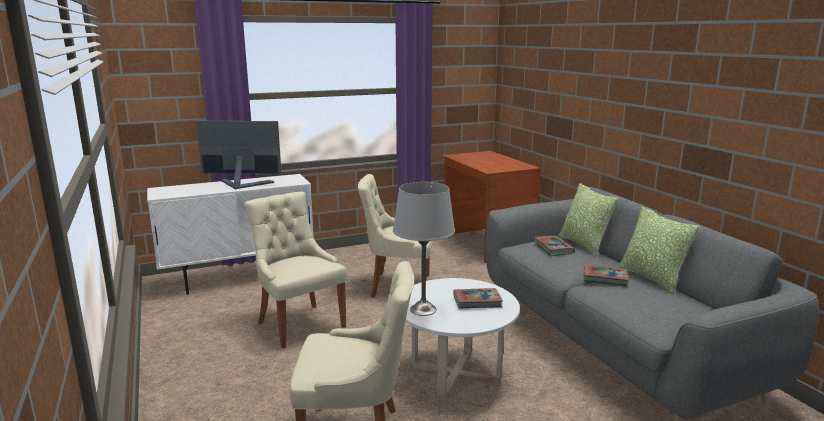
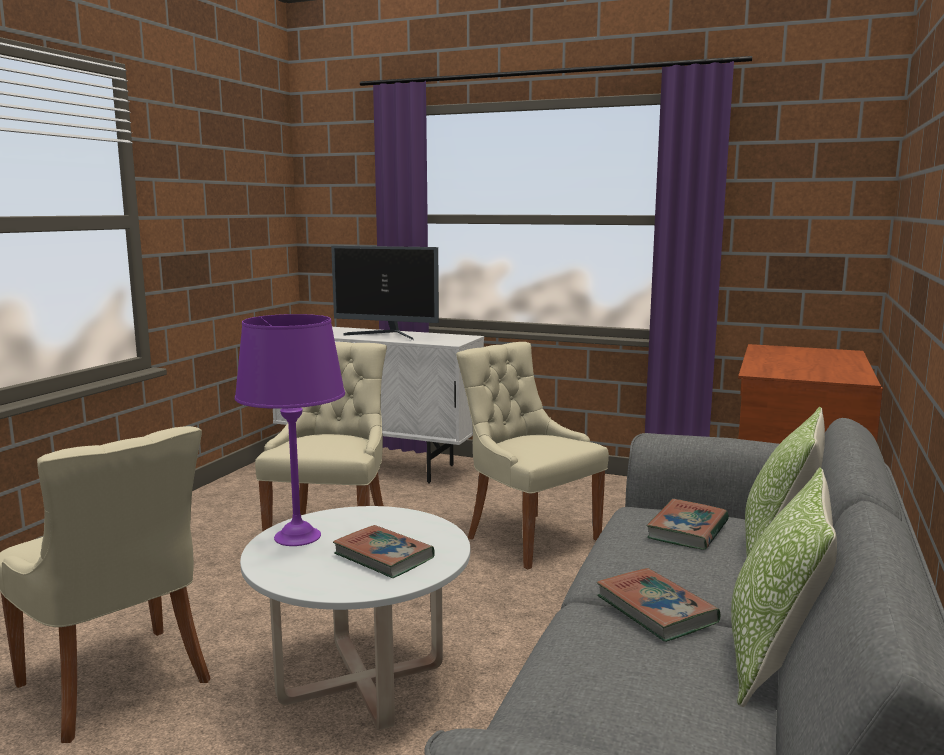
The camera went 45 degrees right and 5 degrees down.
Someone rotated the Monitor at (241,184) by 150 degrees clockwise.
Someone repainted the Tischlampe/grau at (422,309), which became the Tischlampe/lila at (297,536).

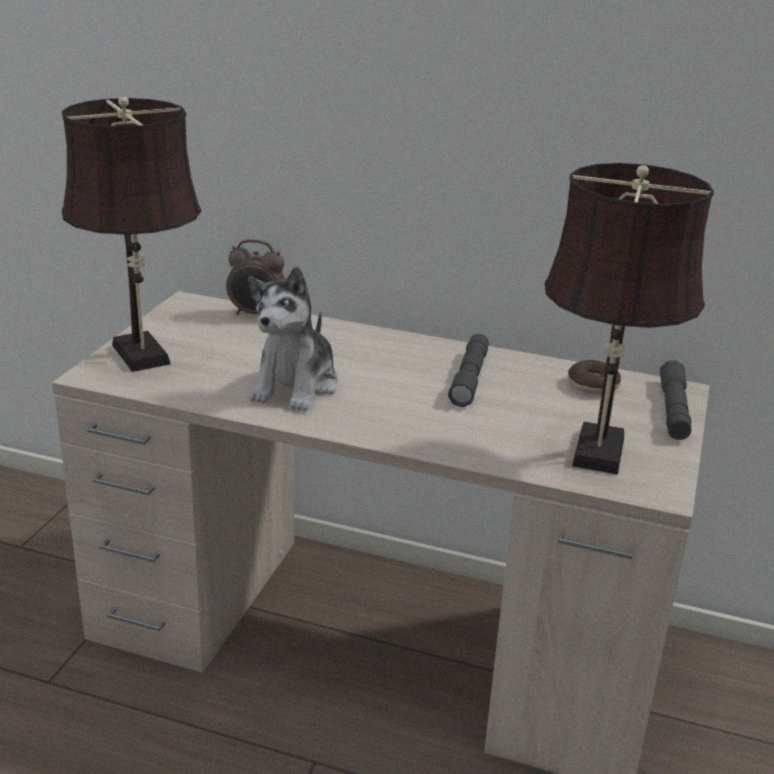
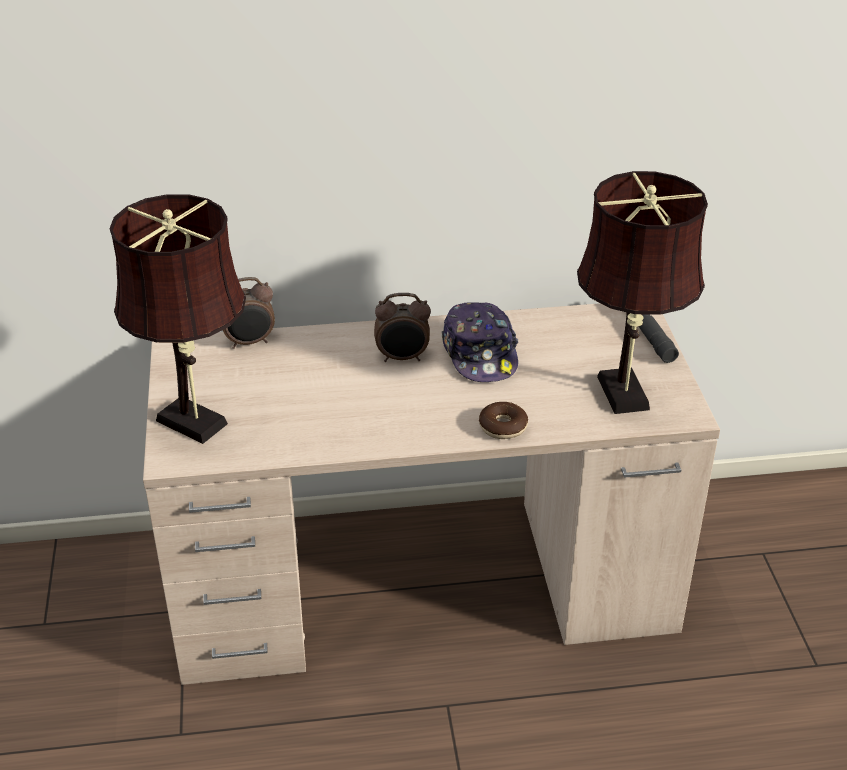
The camera went 25 degrees left and 10 degrees up.
Someone took away the Plüschtier at (296,386).
Someone swapped the Taschenlampe/grau at (469,378) for the Kappe at (480,354).
Someone carried the Donut from (593,385) to (503,427).
Someone put down the Wecker at (402,358).

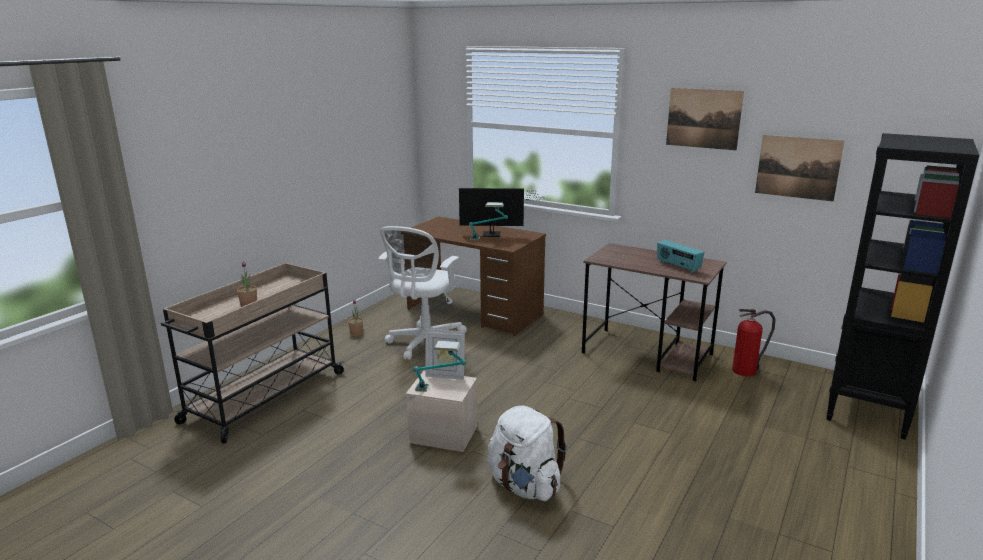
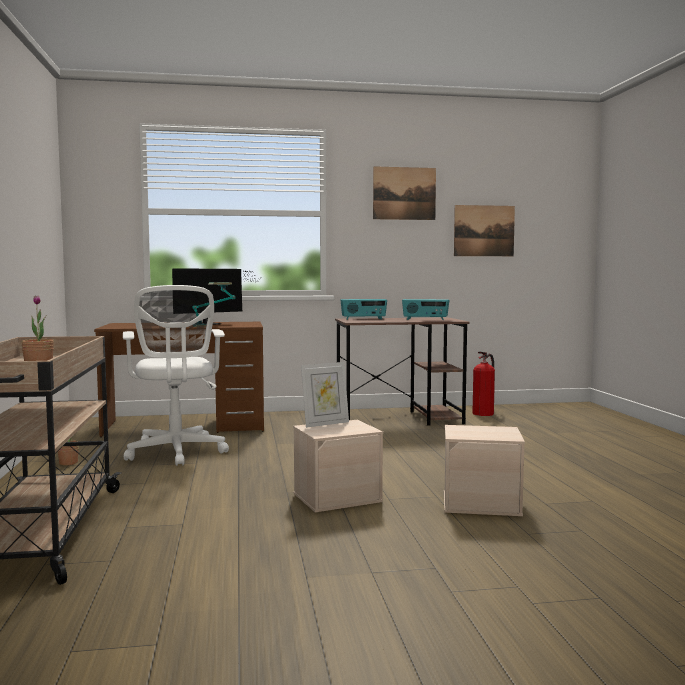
The camera went 40 degrees left and 15 degrees down.
Someone took away the Bücherregal/schwarz at (867,409).
Someone took away the Tischlampe at (440,389).
Someone swapped the Rucksack/weiß at (525,486) for the Aufbewahrungsbox/beige at (482,503).
Someone put down the Radio at (363,319).

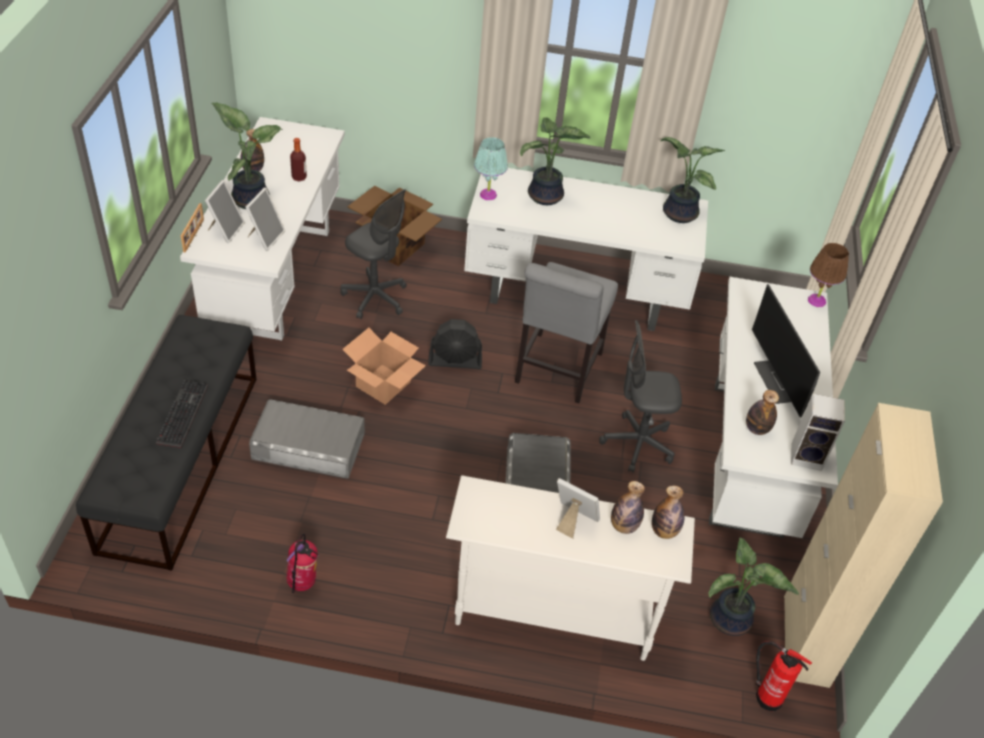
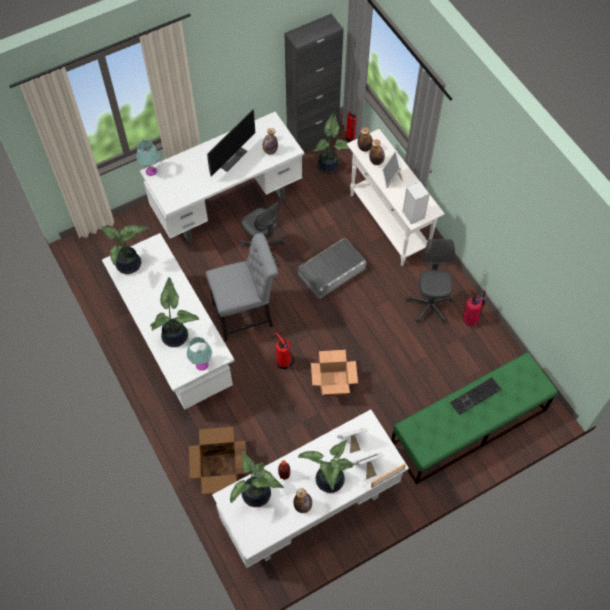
The camera went 125 degrees left and 15 degrees up.
Someone carried the Bürostuhl/grau from (375,298) to (429,305).
Someone repainted the Tischlampe/braun at (816,301), which became the Tischlampe/türkis at (151,171).
Someone repainted the Bank/schwarz at (181,460), which became the Bank/grün at (468,427).
Someone swapped the Ventilator/schwarz at (455,361) for the Feuerlöscher at (284,364).
Someone carried the Lautsprecher from (808,456) to (412,214).
Someone took away the Aufbewahrungsbox/grau at (308,445).
Someone repainted the Schrank/beige at (806,640), which became the Schrank/schwarz at (312,139).
Someone put down the Topfpflanze at (257,496).

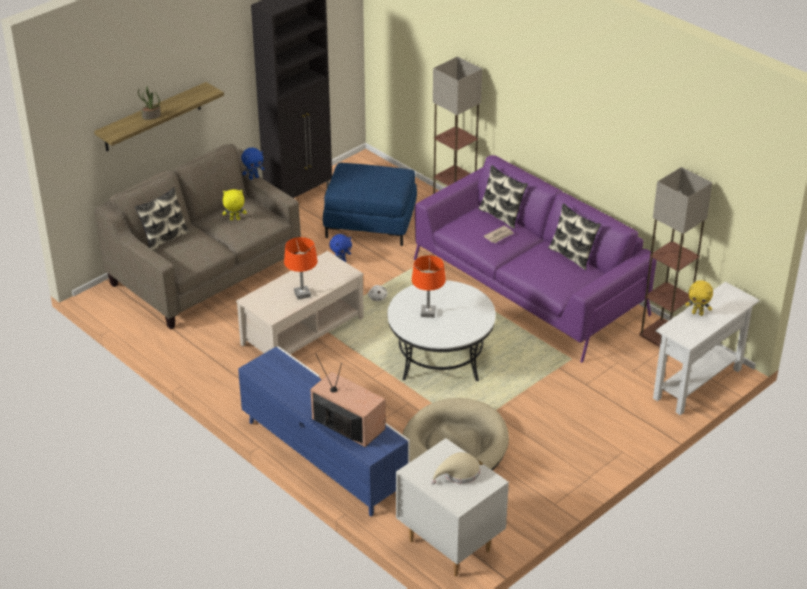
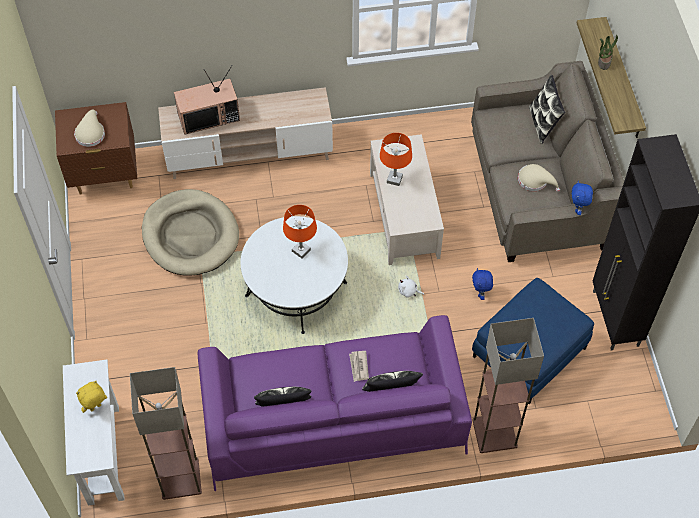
The camera went 125 degrees right and 20 degrees up.
Someone swapped the Plüschtier/gelb at (234,219) for the Hut/beige at (535,181).
Someone repainted the Fernsehschrank/blau at (324,457), which became the Fernsehschrank/beige at (249,154).
Someone repainted the Nachttisch/weiß at (450,545), which became the Nachttisch/braun at (105,176).

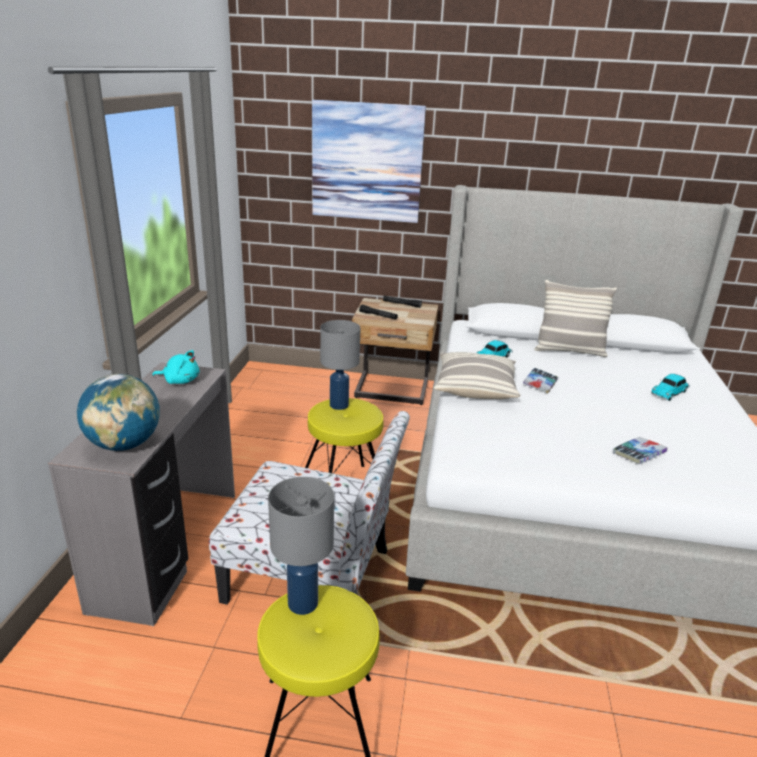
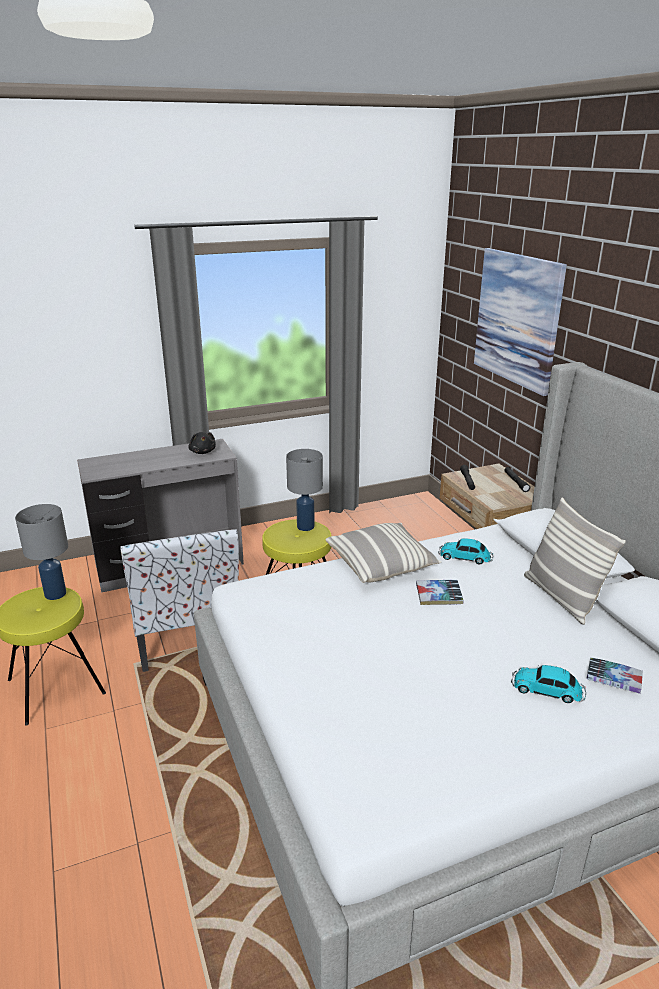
The camera went 60 degrees right and 0 degrees up.
Someone repainted the Plüschtier/türkis at (180,381), which became the Plüschtier/schwarz at (202,452).
Someone took away the Globus at (124,445).
Someone carried the Buch from (638,454) to (613,679).

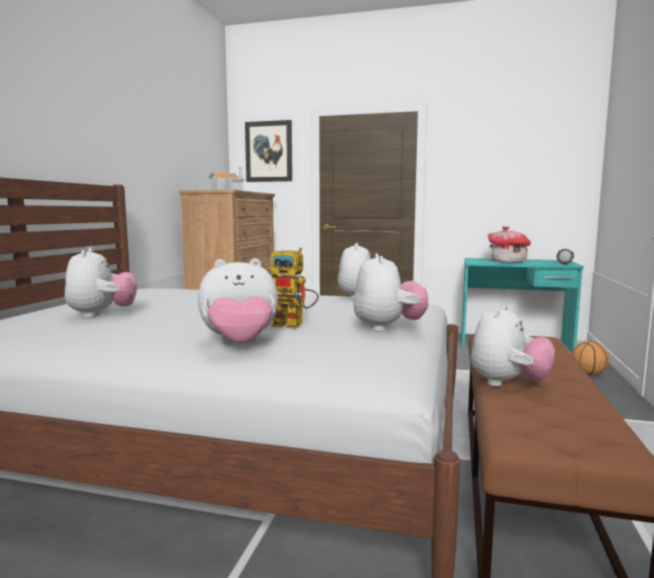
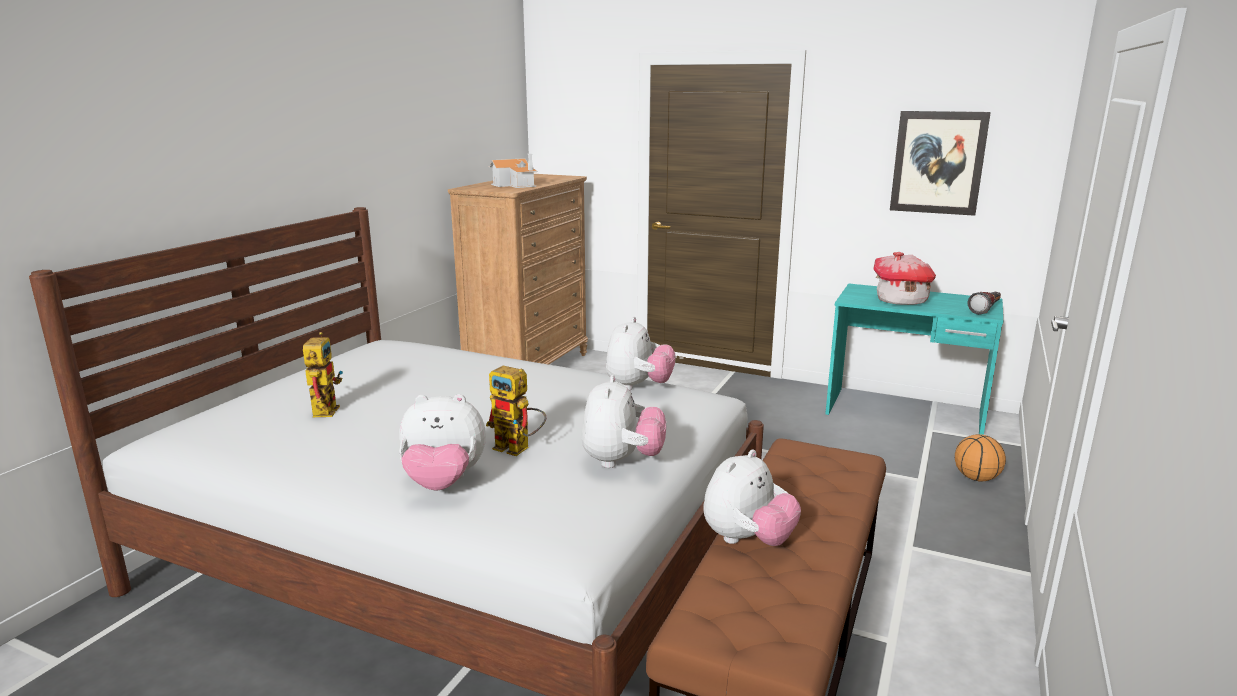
The camera went 10 degrees right and 10 degrees up.
Someone carried the Bild from (269,151) to (938,162).
Someone swapped the Plüschtier at (102,315) for the Spielzeugroboter at (325,409).

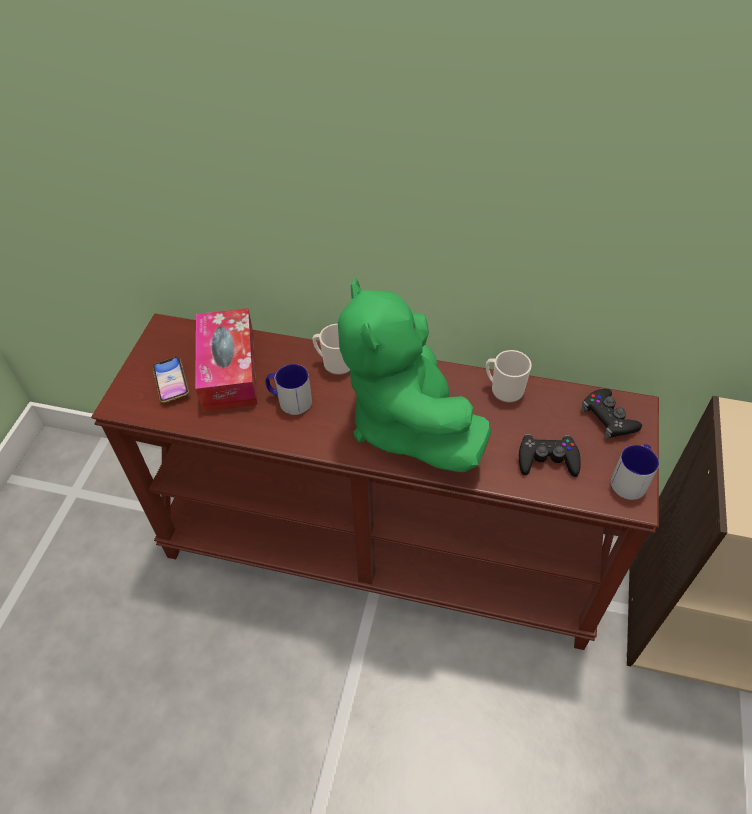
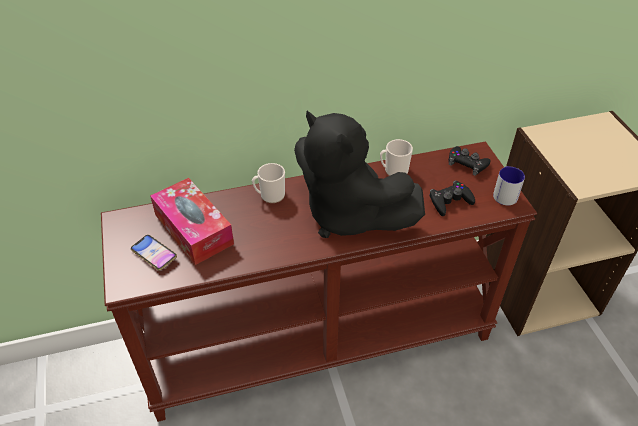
The camera went 30 degrees left and 5 degrees down.
Someone repainted the Plüschtier/grün at (407,423), which became the Plüschtier/schwarz at (347,214).
Someone took away the Henkelbecher at (289,400).

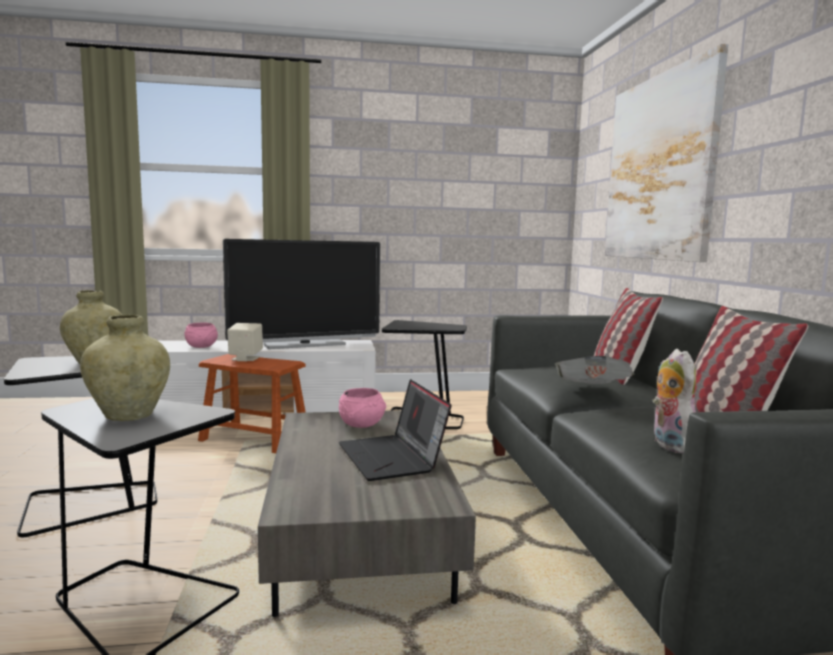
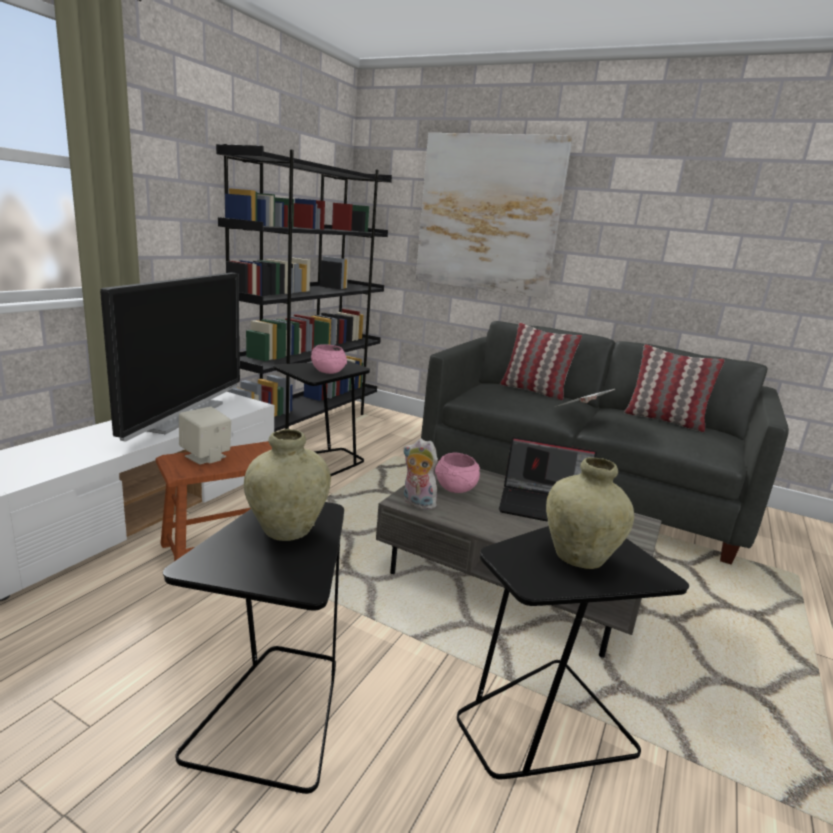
The camera went 55 degrees left and 10 degrees up.
Someone carried the Schüssel/rosa from (202,346) to (328,371).
Someone carried the Plüschtier from (669,444) to (417,503).
Someone put down the Bücherregal/schwarz at (308,423).

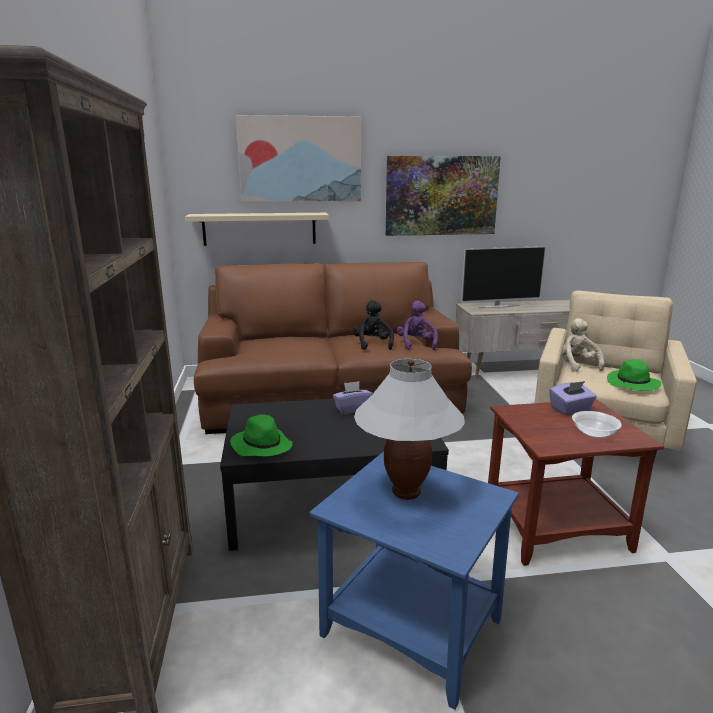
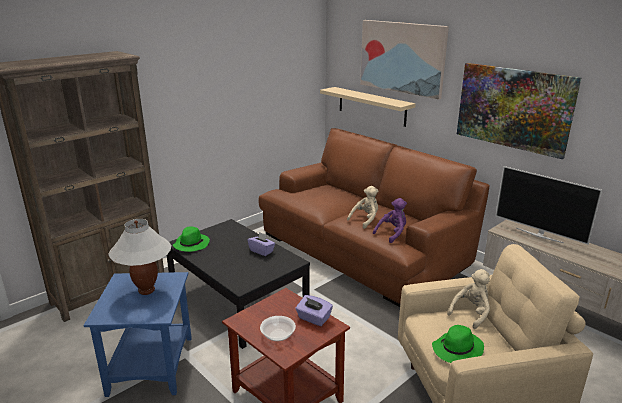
The camera went 55 degrees right and 5 degrees up.
Someone repainted the Plüschtier/schwarz at (372,344), which became the Plüschtier/beige at (365,220).

